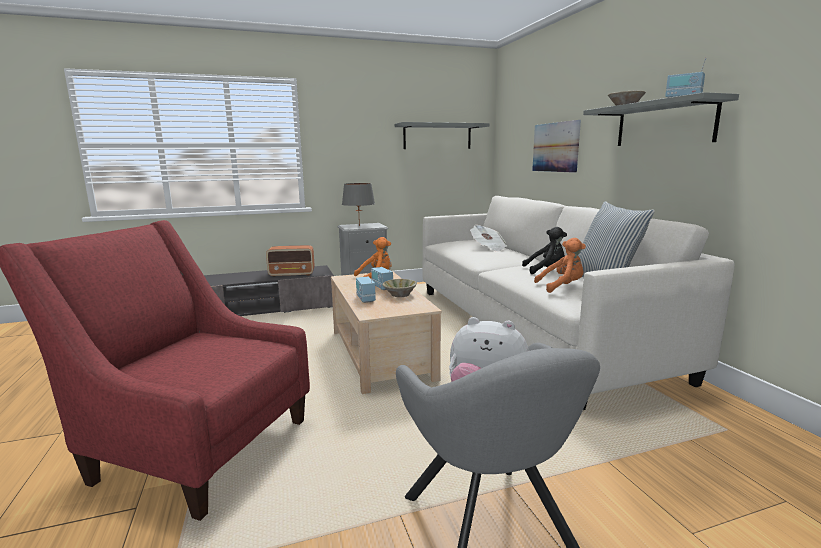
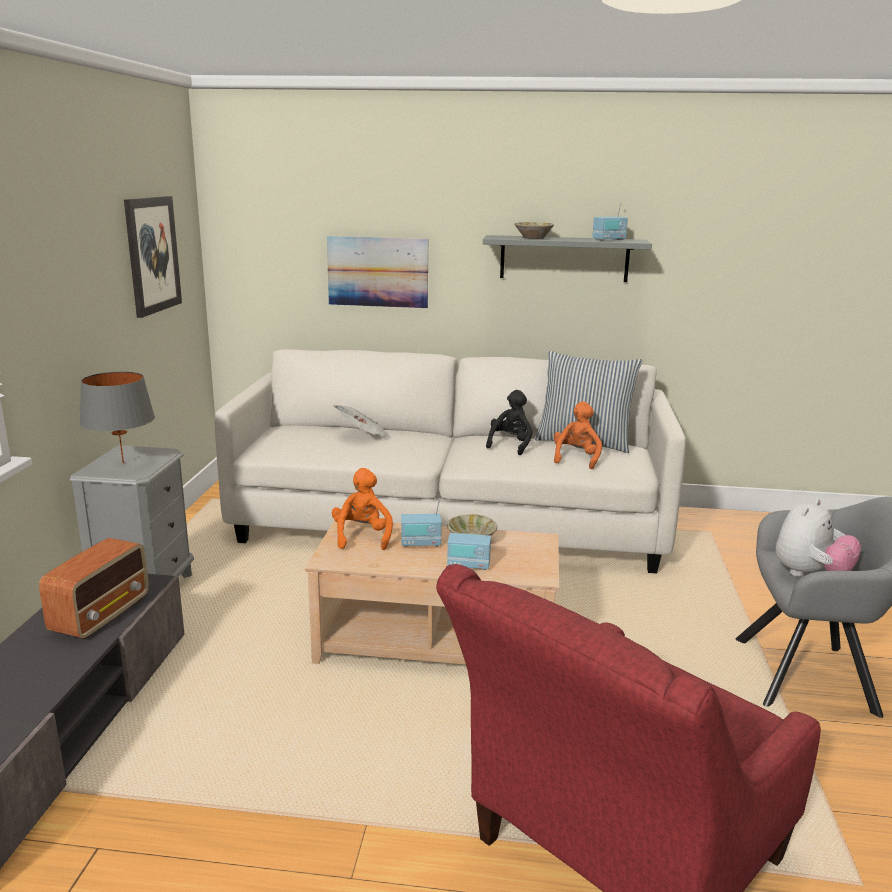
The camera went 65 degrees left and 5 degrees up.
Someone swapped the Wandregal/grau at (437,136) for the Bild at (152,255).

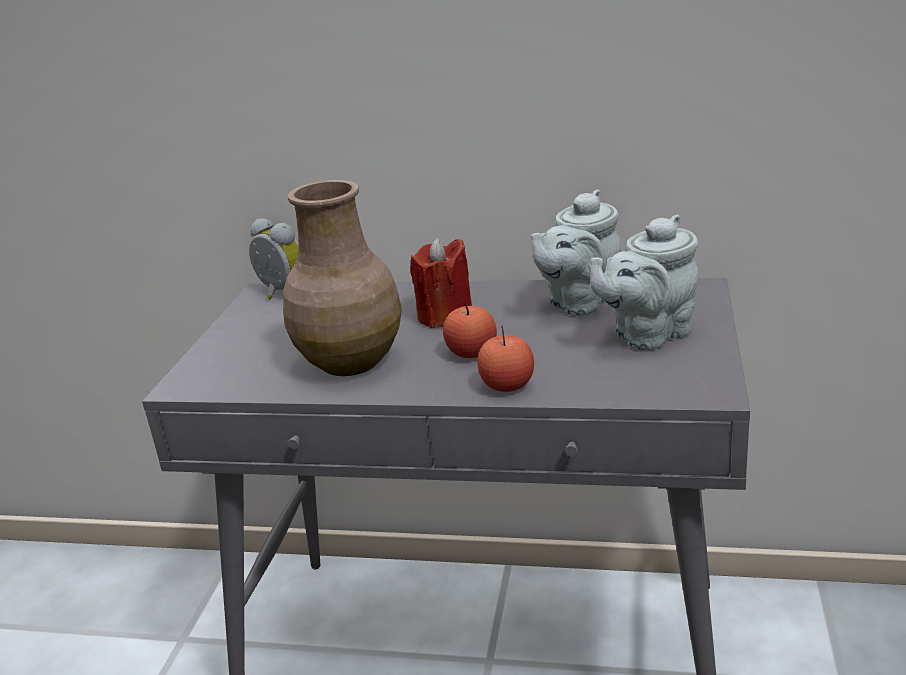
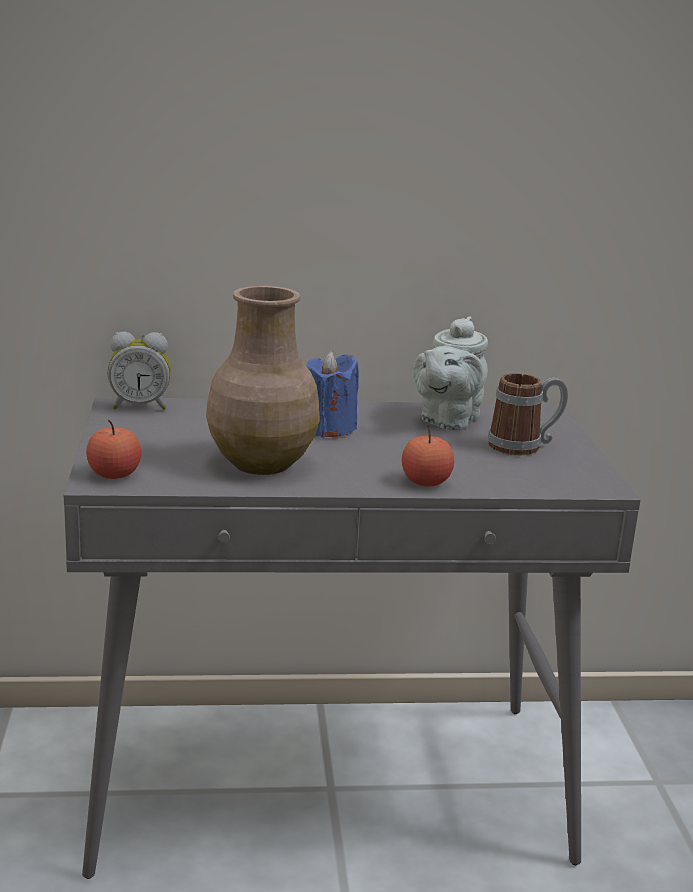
The camera went 20 degrees left and 5 degrees down.
Someone swapped the Teekanne/grau at (647,335) for the Henkelbecher at (524,446).
Someone rotated the Wecker at (281,293) by 150 degrees clockwise.
Someone repainted the Kerze/rot at (445,316), which became the Kerze/blau at (327,428).
Someone carried the Apfel from (471,353) to (114,474).

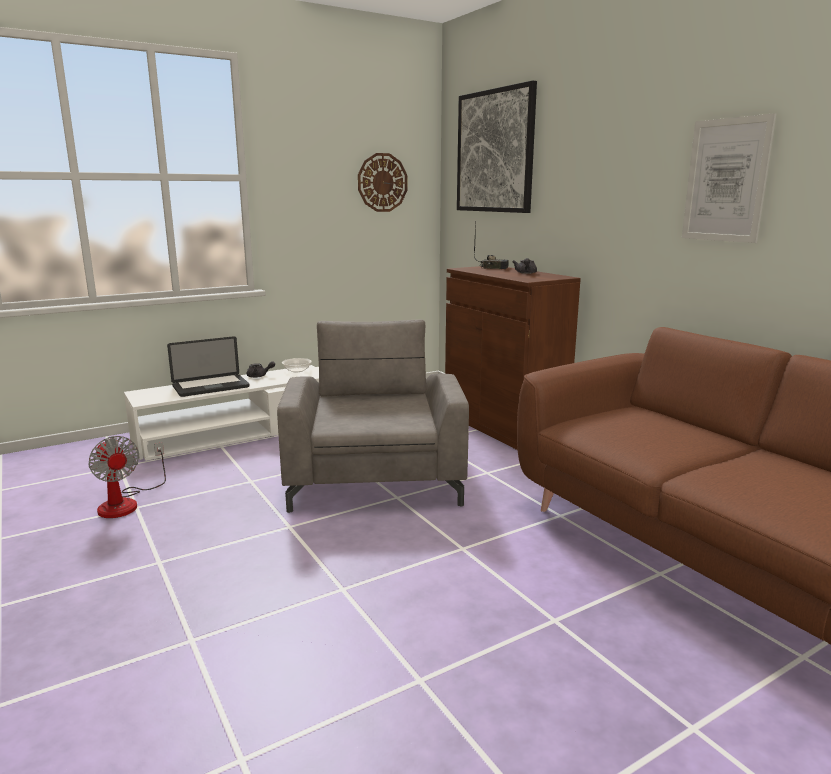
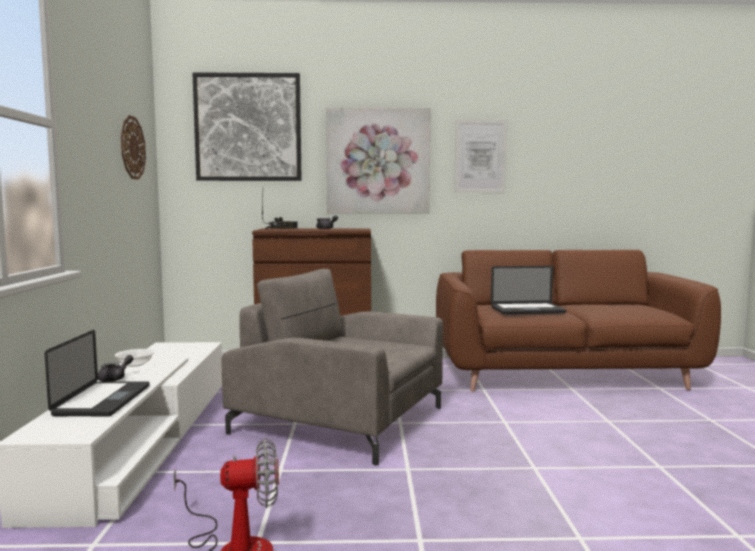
The camera went 60 degrees left and 10 degrees down.
Someone put up the Bild at (377,161).
Someone put down the Laptop at (527,310).

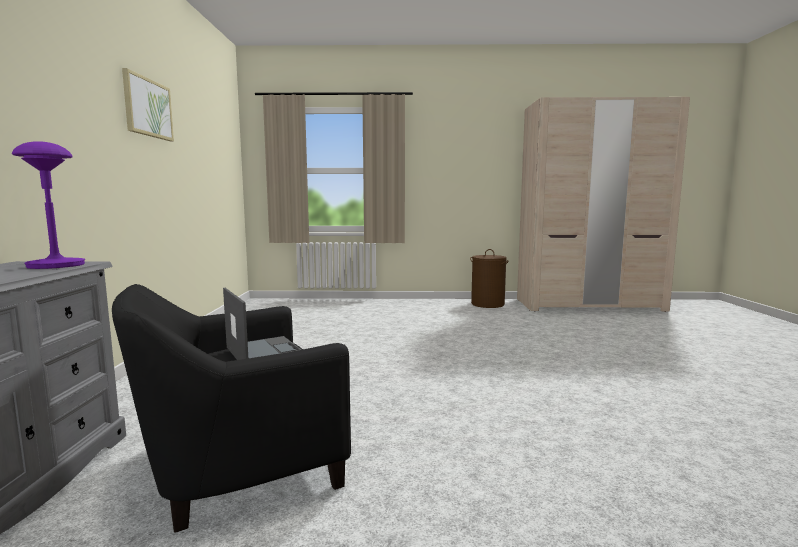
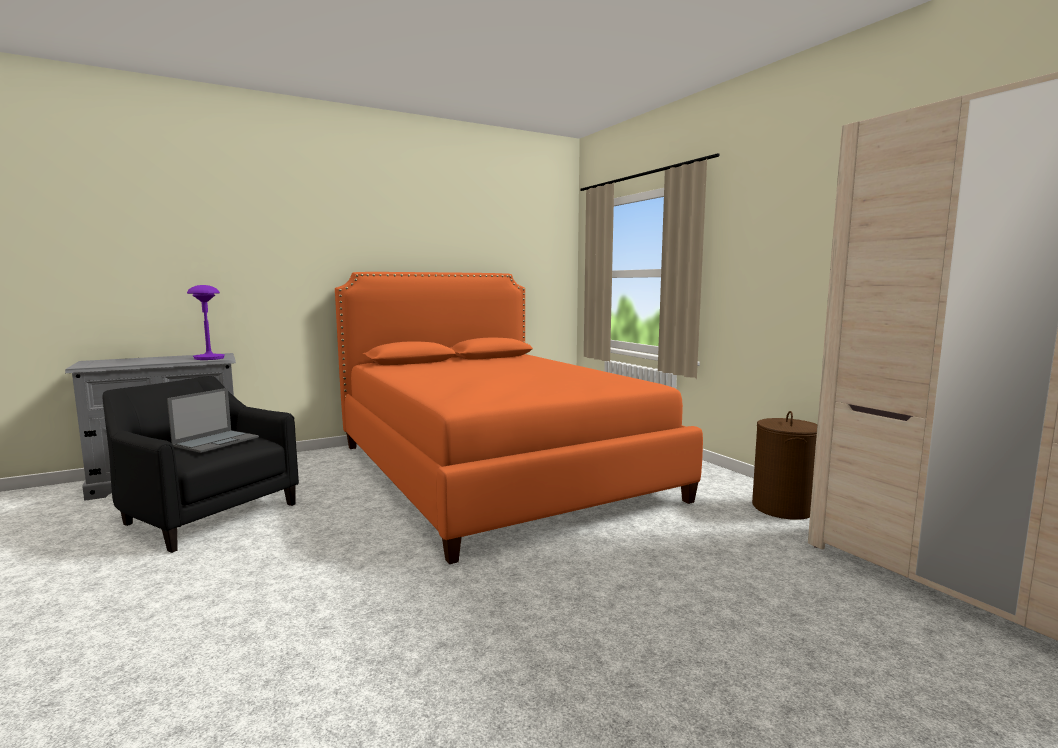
The camera went 60 degrees right and 0 degrees up.
Someone took away the Bild at (148,108).
Someone put down the Bett/orange at (496,470).

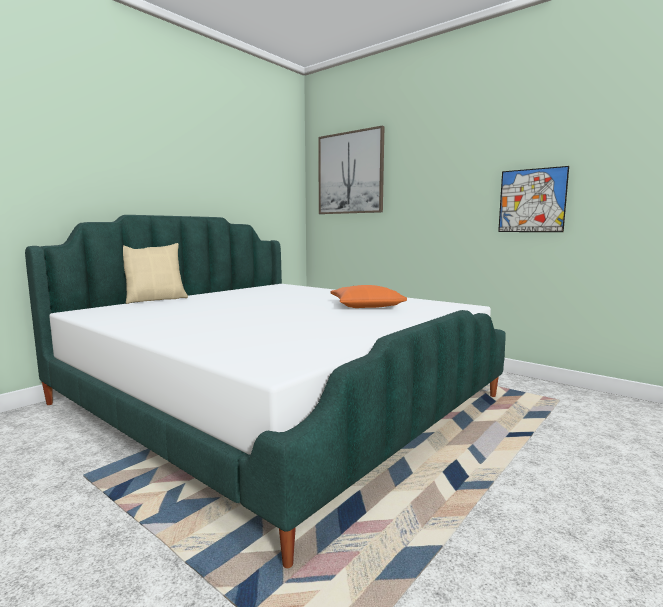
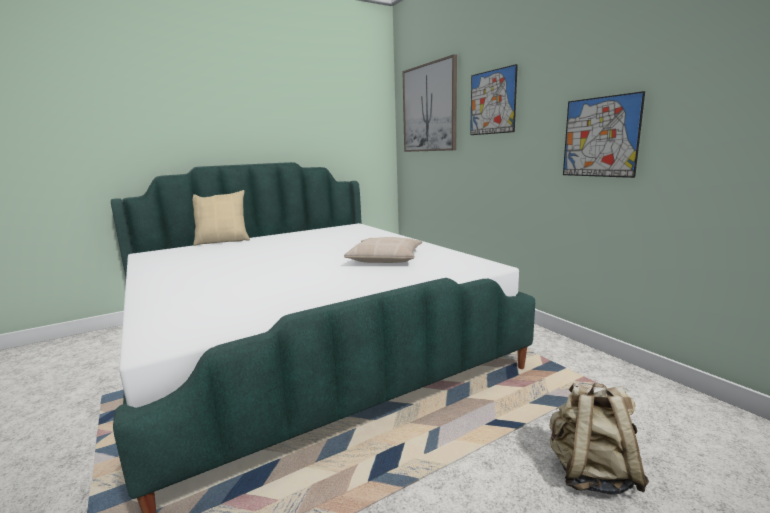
The camera went 20 degrees right and 5 degrees up.
Someone repainted the Kissen/orange at (366,305), which became the Kissen/beige at (385,258).
Someone put up the Bild at (492,102).
Someone put down the Rucksack/beige at (590,473).

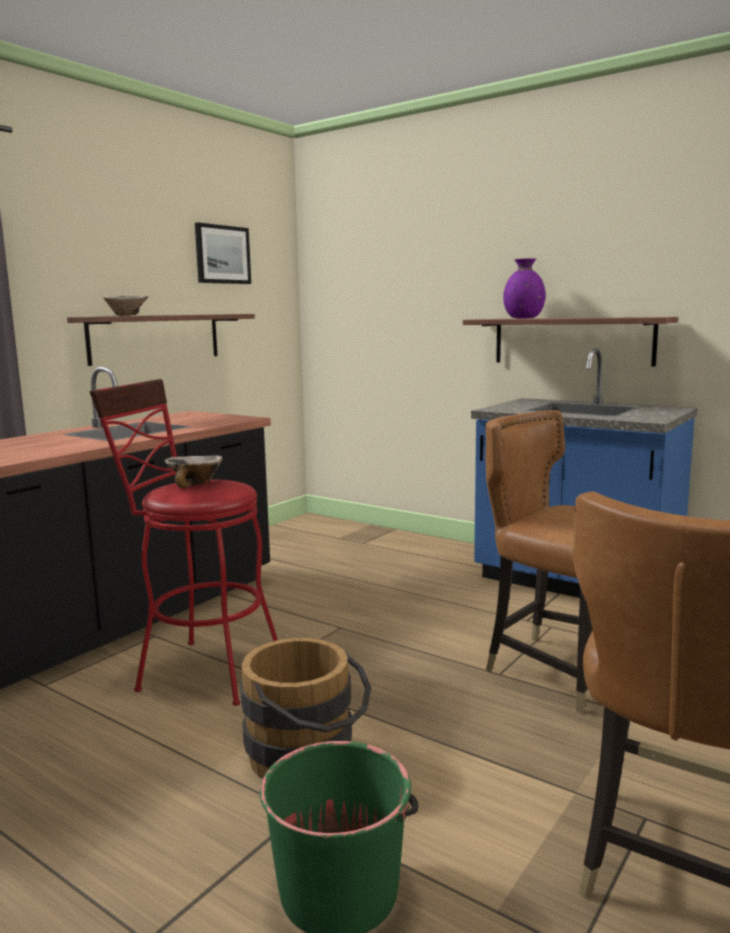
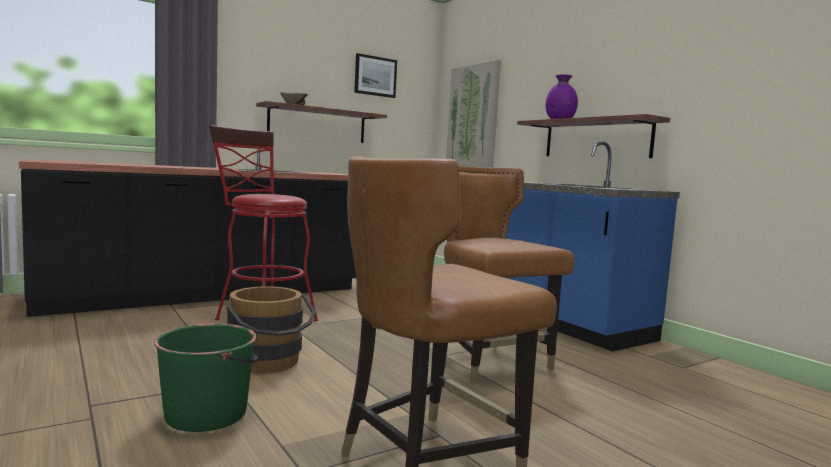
The camera went 20 degrees right and 5 degrees down.
Someone took away the Schüssel at (195,483).
Someone put up the Bild at (473,119).

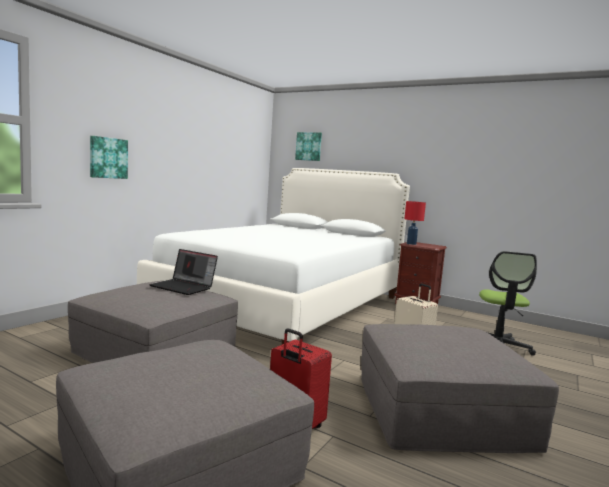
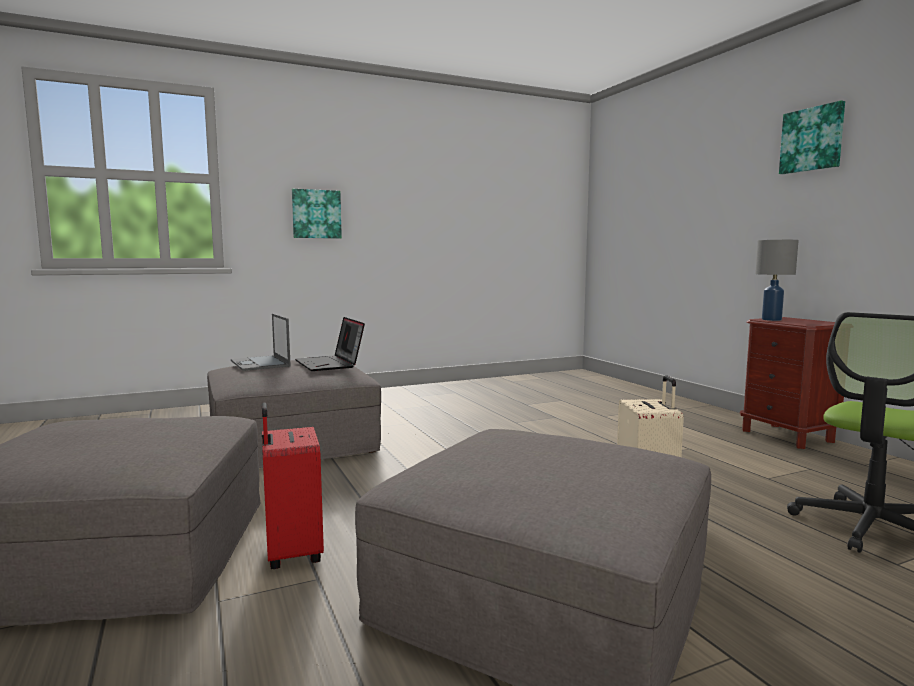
The camera went 35 degrees right and 0 degrees up.
Someone carried the Bild from (309,146) to (812,139).
Someone took away the Bett/weiß at (284,303).
Someone repainted the Tischlampe/rot at (411,244), which became the Tischlampe/grau at (771,319).
Someone put down the Laptop at (260,363).

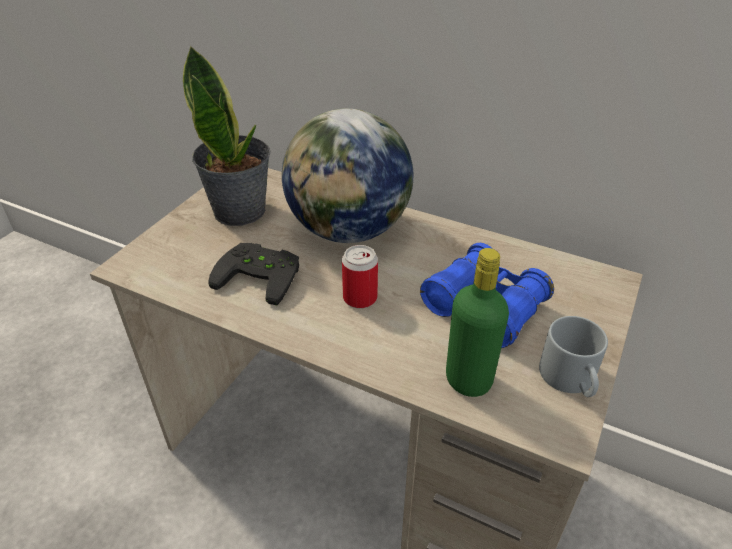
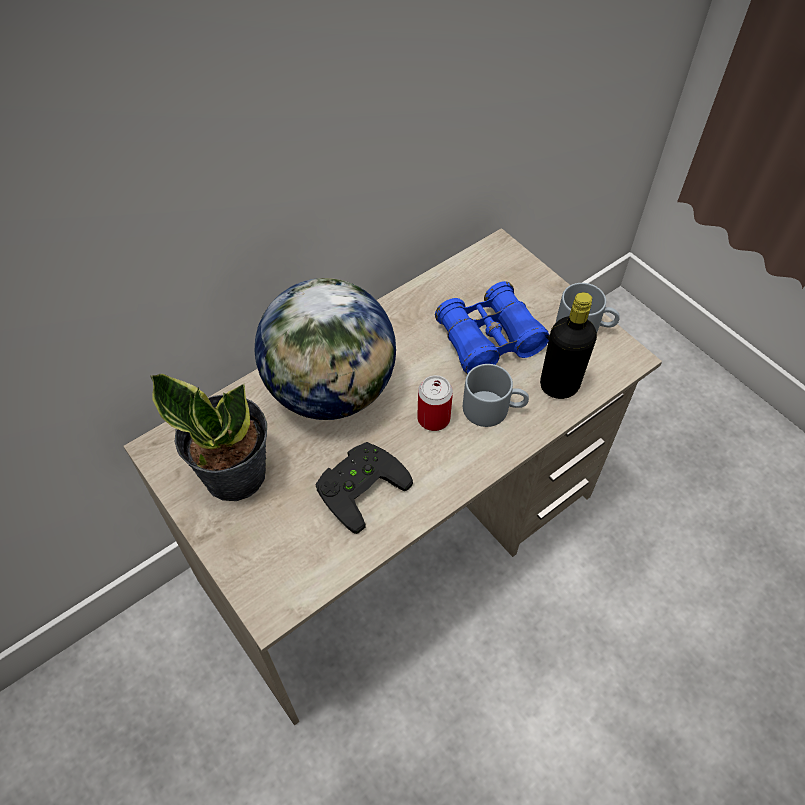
The camera went 65 degrees left and 15 degrees up.
Someone repainted the Flasche/grün at (468,380), which became the Flasche/schwarz at (559,386).
Someone put down the Henkelbecher/grau at (493,408).

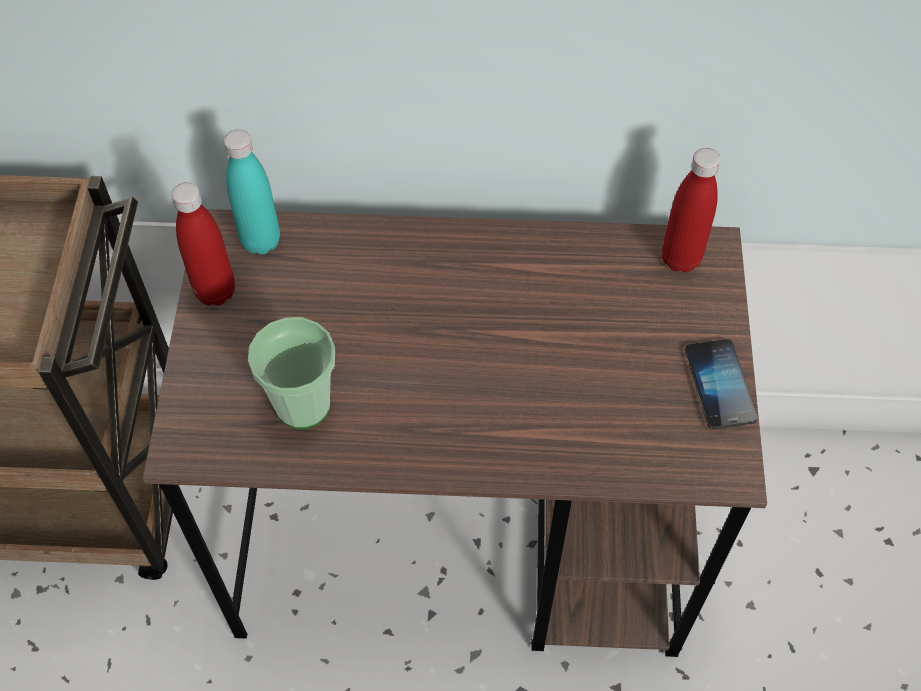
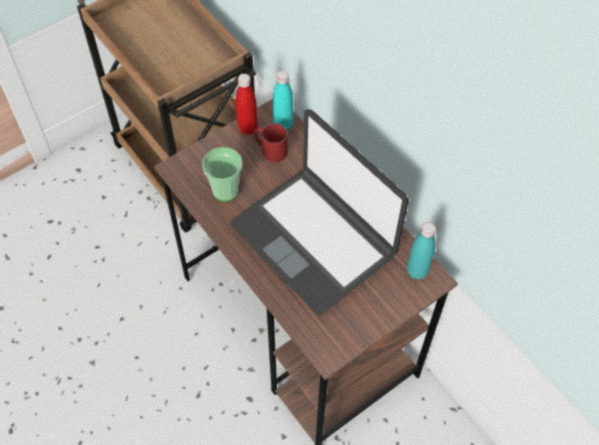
The camera went 50 degrees right and 0 degrees up.
Someone repainted the Flasche/rot at (680,259), which became the Flasche/türkis at (417,271).
Someone took away the Handy at (719,385).
Someone put down the Laptop at (315,239).
Someone put down the Henkelbecher/rot at (270,150).

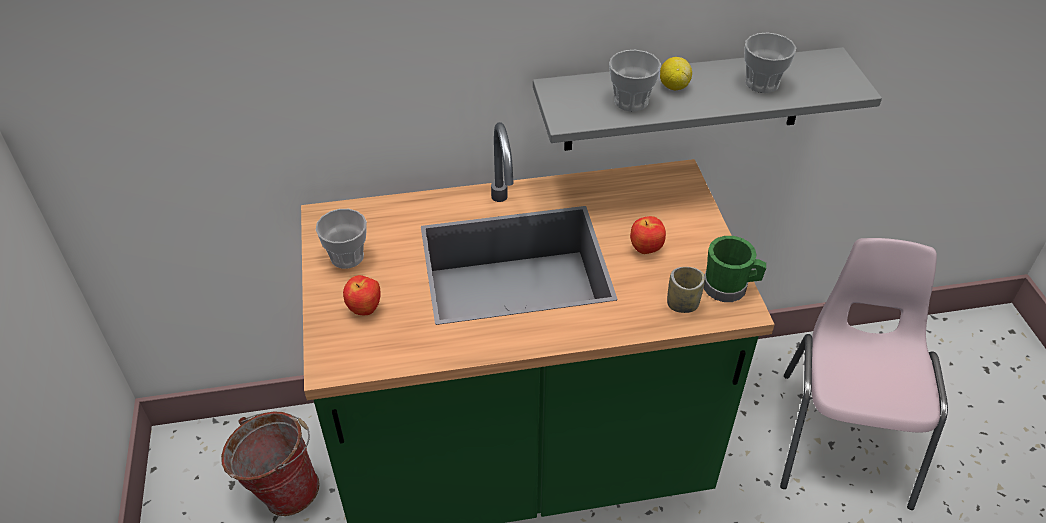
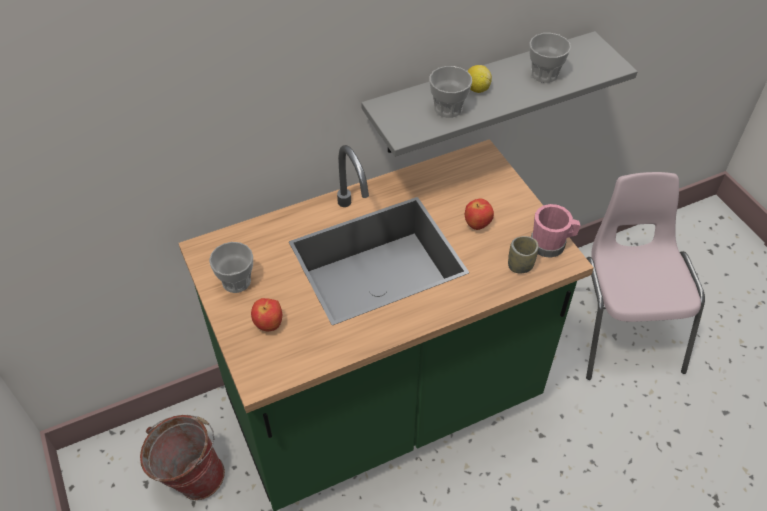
The camera went 15 degrees left and 5 degrees up.
Someone repainted the Henkelbecher/grün at (730,287), which became the Henkelbecher/rosa at (551,244).

